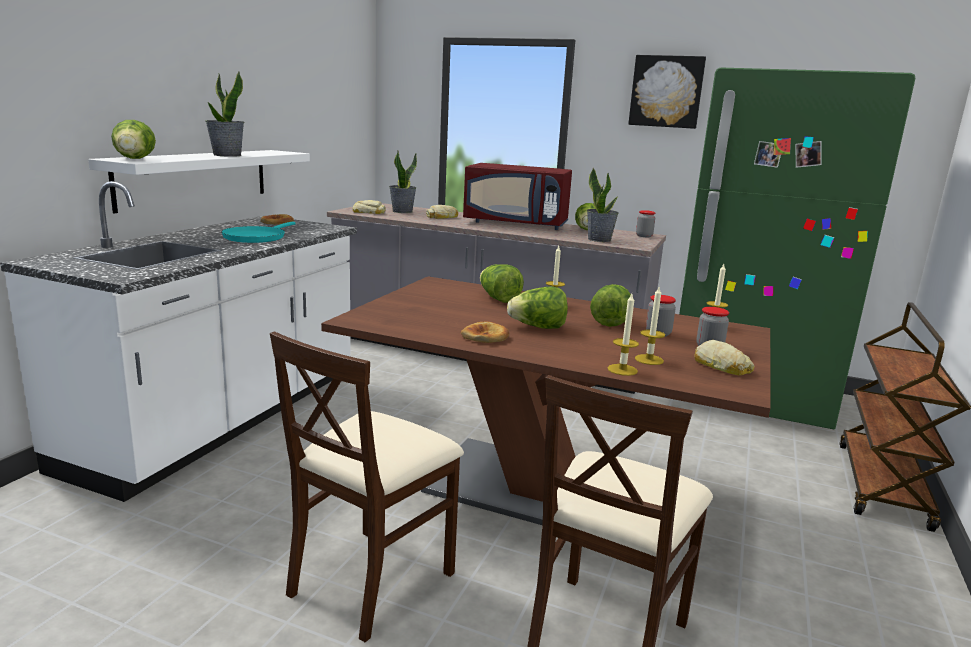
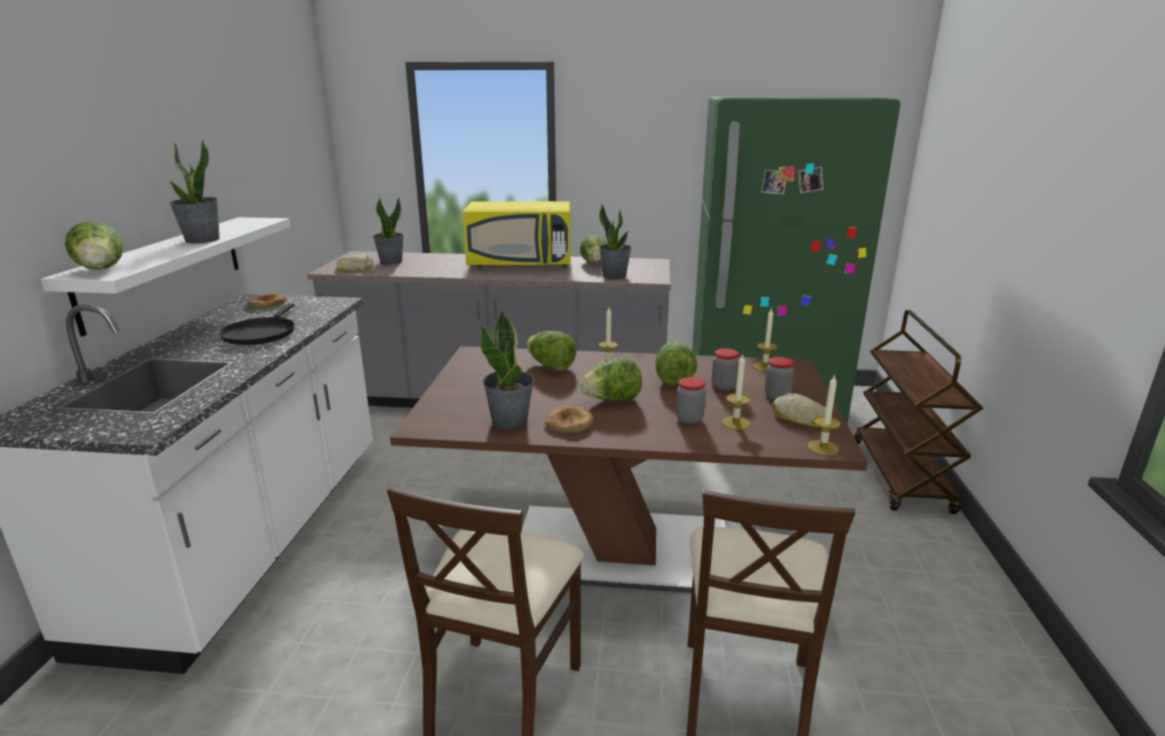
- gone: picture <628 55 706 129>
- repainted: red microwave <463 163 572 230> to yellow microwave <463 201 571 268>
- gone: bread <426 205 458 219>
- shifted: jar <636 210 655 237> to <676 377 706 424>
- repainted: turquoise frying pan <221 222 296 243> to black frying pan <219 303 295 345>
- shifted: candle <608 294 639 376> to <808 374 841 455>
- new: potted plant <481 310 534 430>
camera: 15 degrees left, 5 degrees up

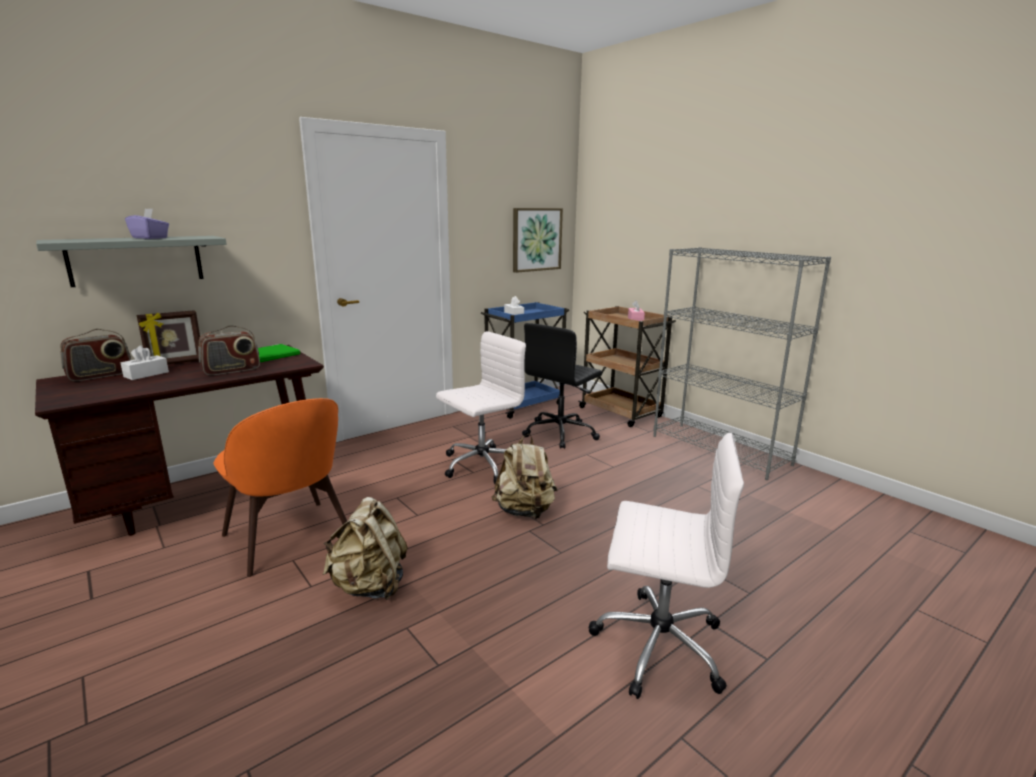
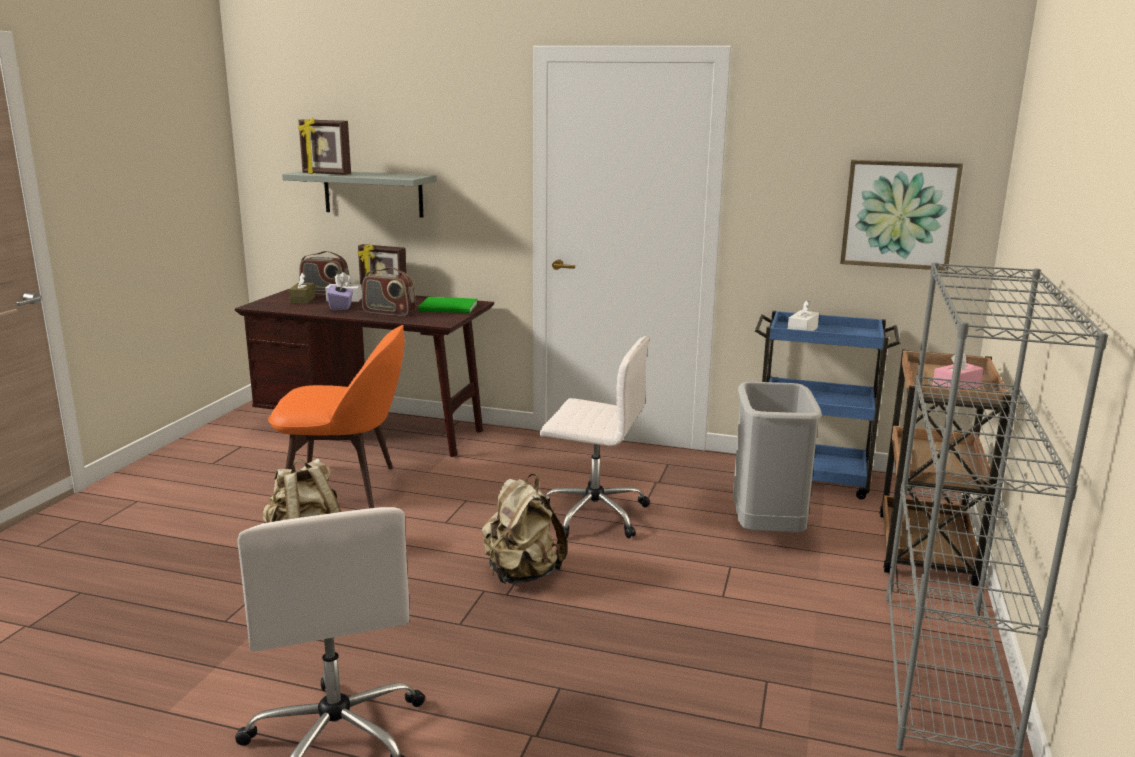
- shifted: purple tissue box <125 209 169 239> to <327 280 353 310>
- swapped: black office chair <522 323 602 449> to grey trash can <733 382 822 532>
- rotated: orange chair <213 398 347 577> = <268 325 405 508> 105 degrees counterclockwise
- new: picture frame <298 118 351 175>
- new: brown tissue box <289 273 316 304>
camera: 55 degrees right, 0 degrees up

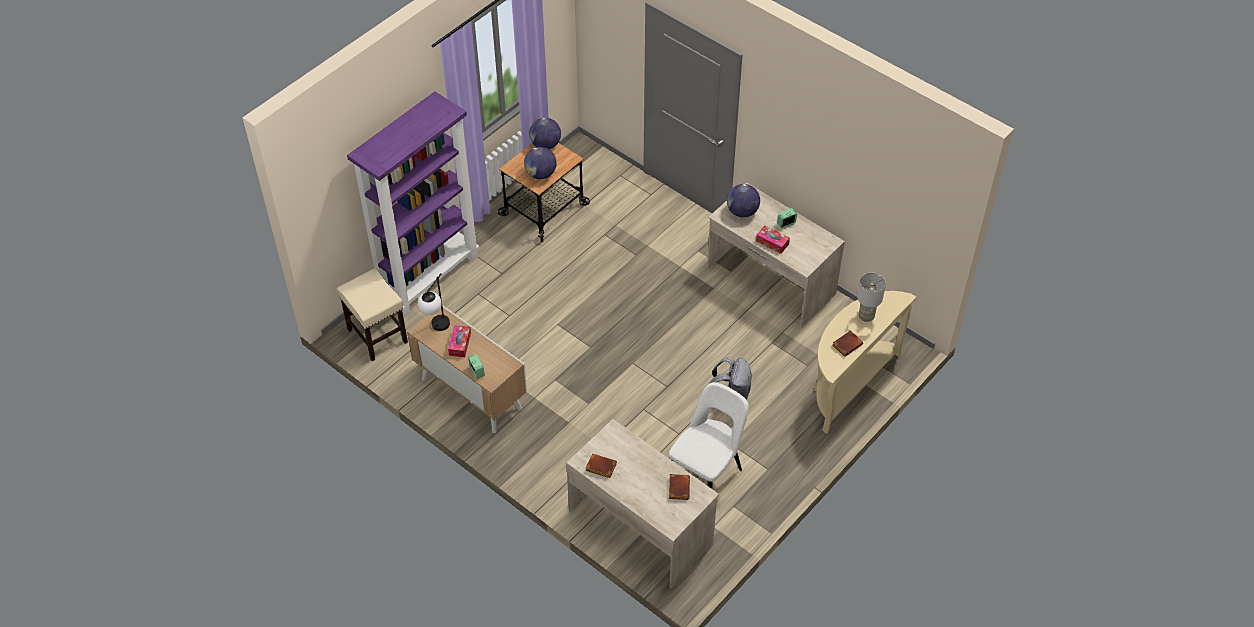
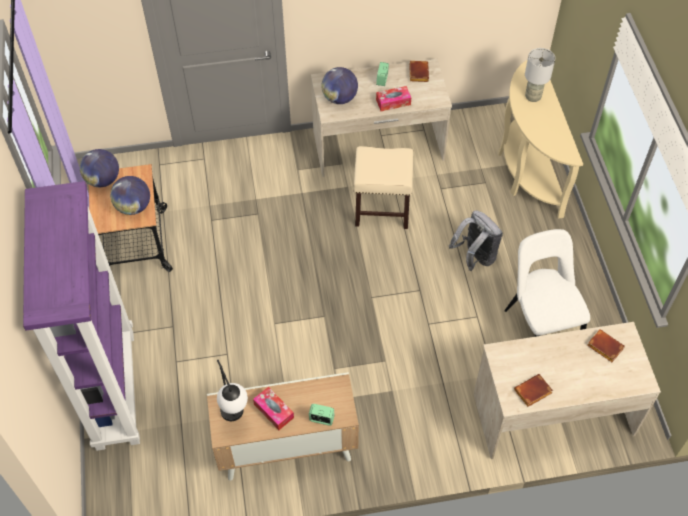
- shifted: beige stool <337 268 408 361> to <354 146 413 229>
- shifted: brown book <832 330 863 357> to <409 61 429 82>
camera: 50 degrees left, 5 degrees up

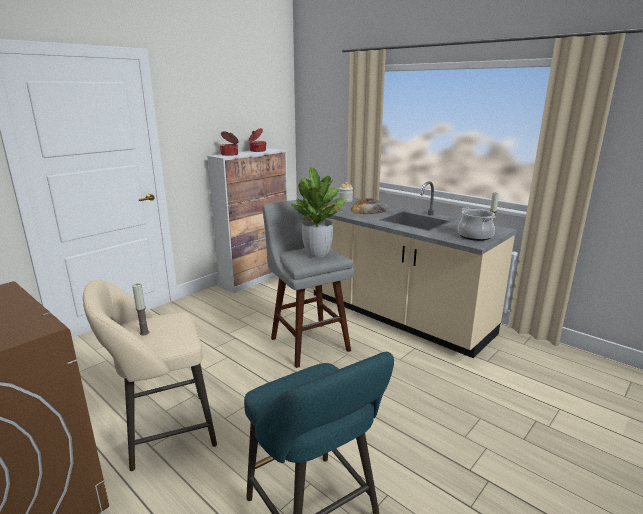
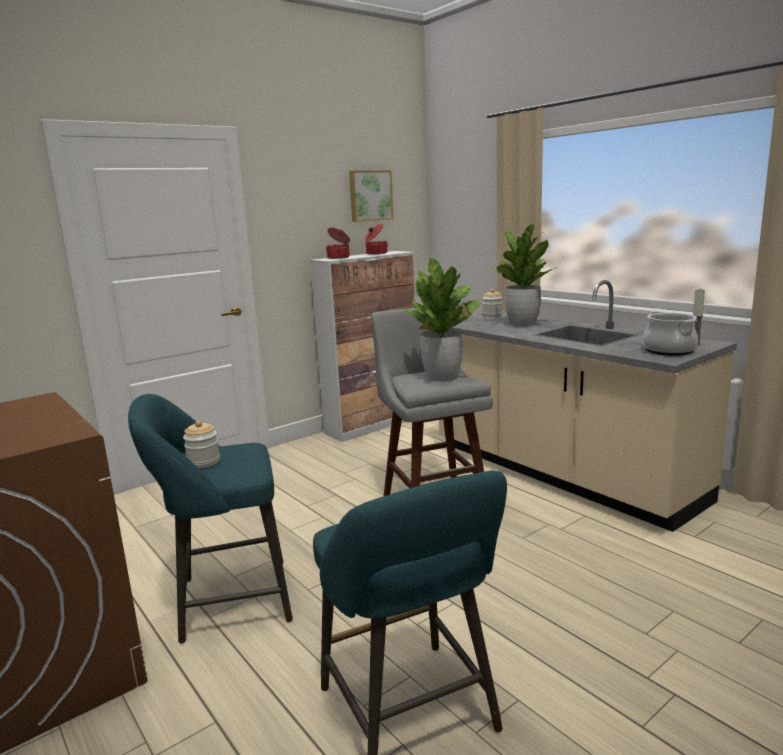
- swapped: bread <351 198 387 214> to potted plant <492 223 558 326>
- repainted: beige stool <83 280 217 471> to turquoise stool <128 394 293 644>
- swapped: candle <132 283 149 336> to jar <183 421 220 468>
- new: picture <349 170 394 222>
camera: 10 degrees right, 5 degrees down

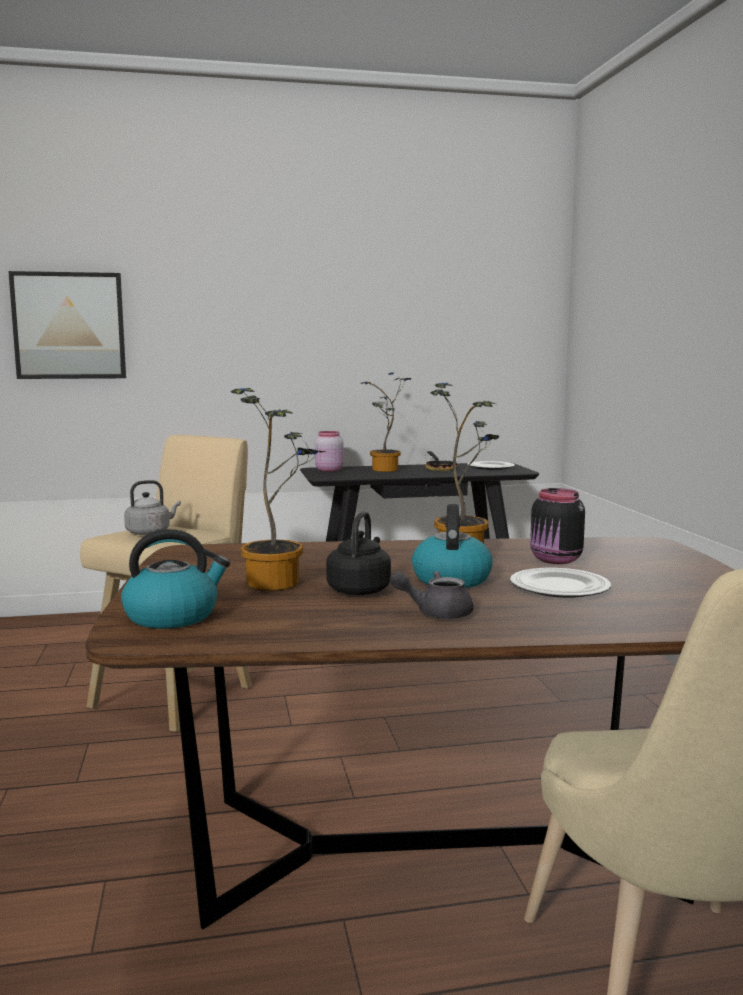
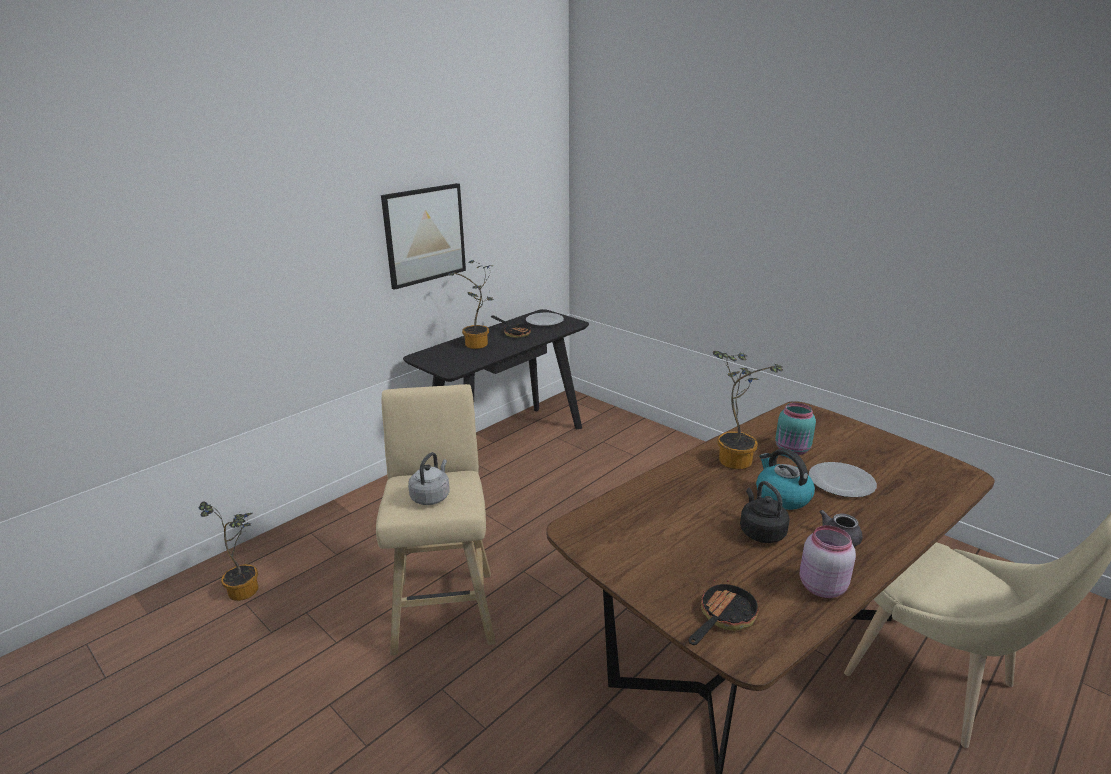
- shifted: picture <8 271 126 379> to <381 183 466 290>
- shifted: potted plant <231 388 326 591> to <198 501 259 601>
- shifted: pink jar <315 431 344 472> to <800 525 856 598>
- repainted: black jar <530 488 585 564> to turquoise jar <775 403 816 455>
- swapped: kettle <121 529 230 629> to frying pan <688 574 759 645>
camera: 35 degrees left, 15 degrees up

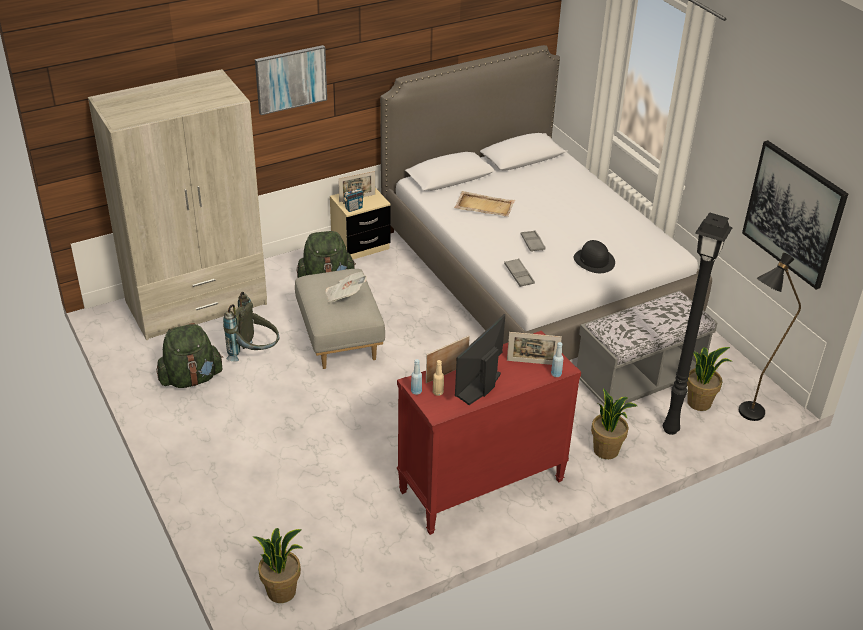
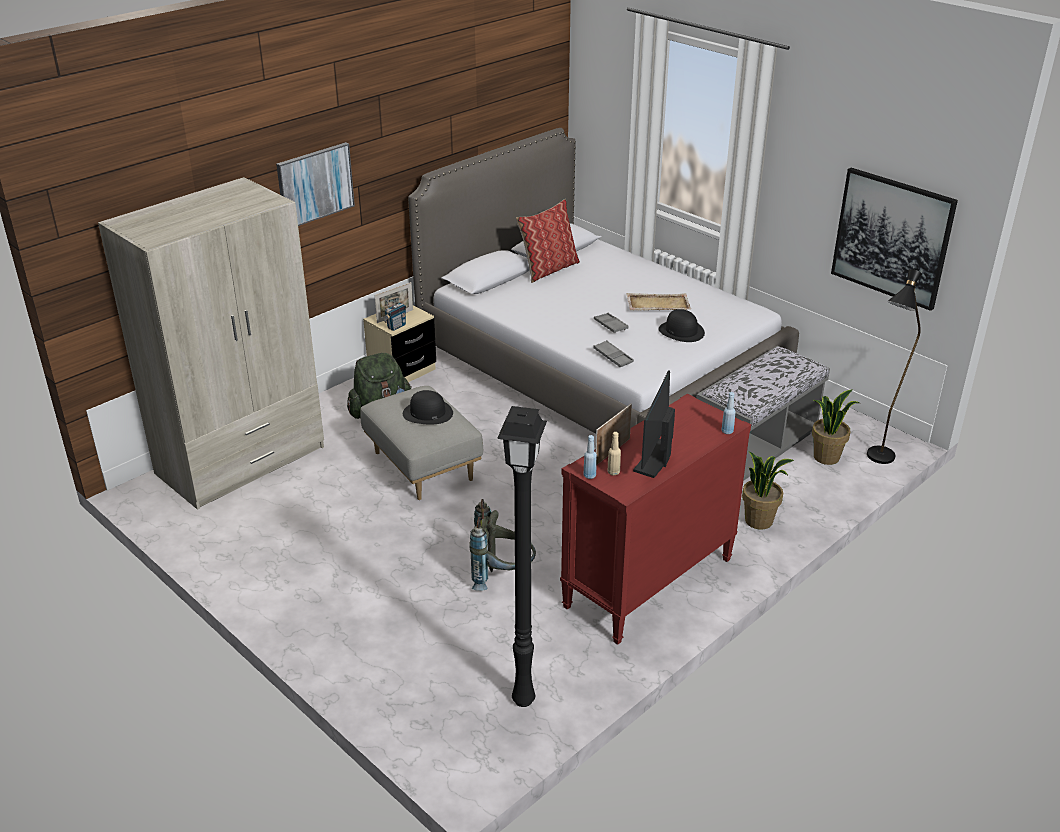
- shifted: beige tray <454 191 515 217> to <626 293 691 310>
- shifted: black floor lamp <663 212 733 435> to <497 406 547 707>
- swapped: newspaper <325 272 367 302> to black hat <403 390 453 425>
- shifted: grey backpack <223 292 279 361> to <469 499 536 591>
- gone: green backpack <156 323 223 388>
- gone: picture frame <507 332 562 365>
- gone: potted plant <253 528 304 603>
- new: pillow <516 199 580 283>
camera: 15 degrees left, 5 degrees down

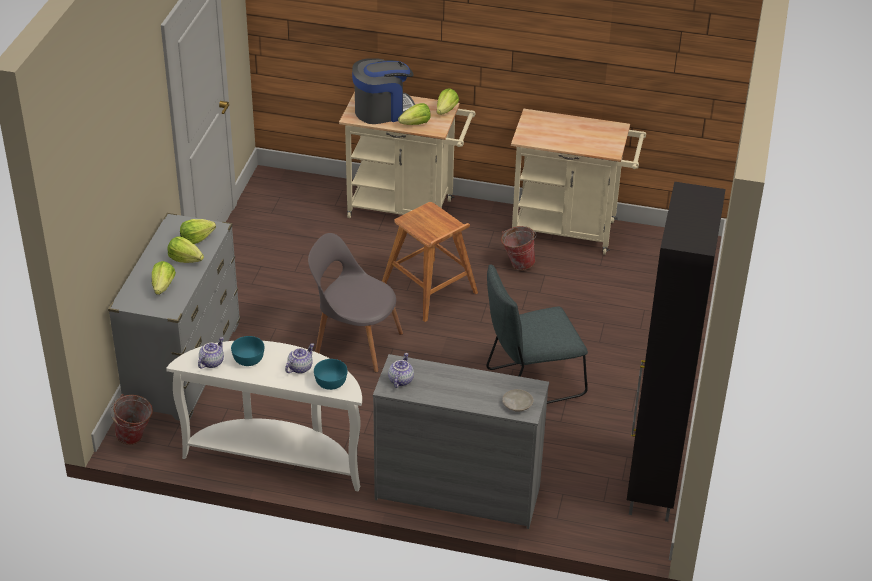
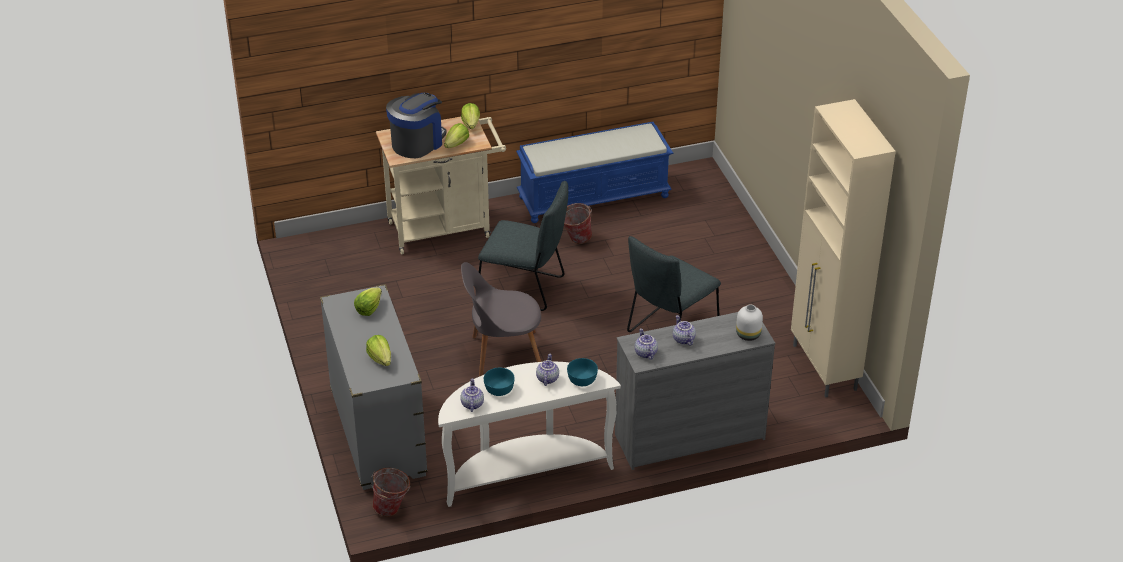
- swapped: beige cart <511 109 646 255> to blue bench <516 122 673 223>
- repainted: black cabinet <627 182 726 522> to beige cabinet <791 99 896 398>
- swapped: brown stool <382 202 478 322> to grey chair <478 181 568 311>
- gone: lettuce <167 236 204 263>
- swapped: beige plate <502 389 533 412> to white vase <736 304 763 341>
- new: teapot <673 315 696 346>
camera: 30 degrees left, 0 degrees up

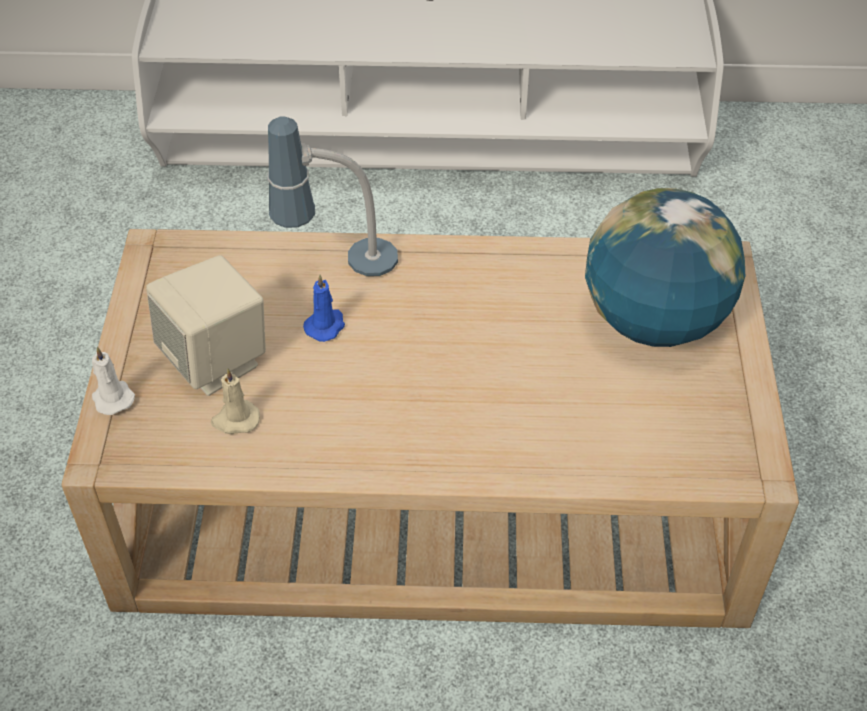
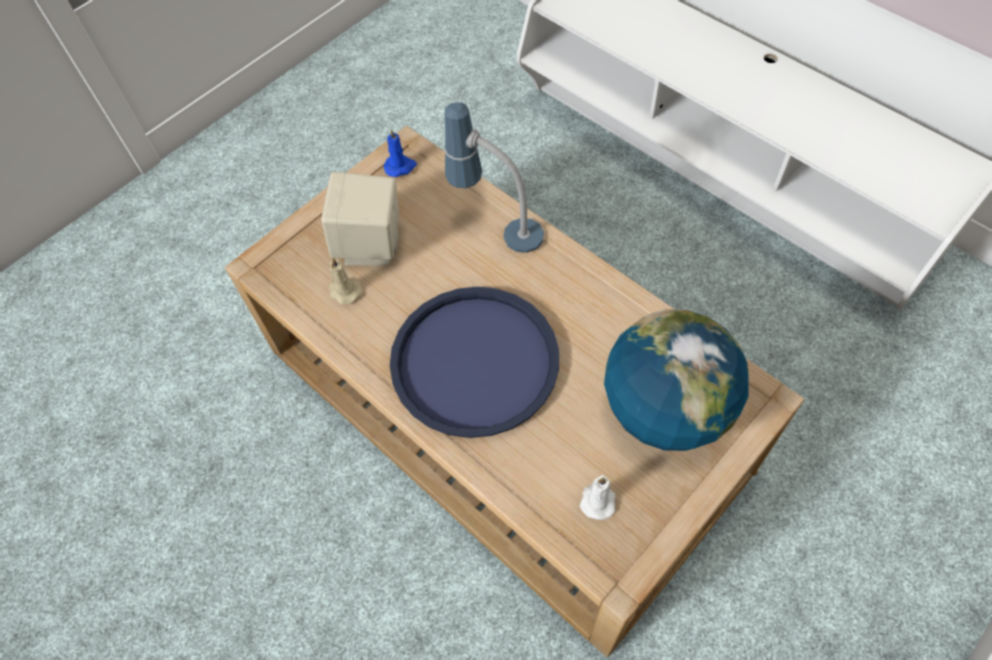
- shifted: blue candle <303 275 345 342> to <383 129 417 177>
- shifted: white candle <92 347 135 415> to <580 475 615 520>
- new: blue tray <390 287 559 438>
camera: 45 degrees right, 10 degrees up

